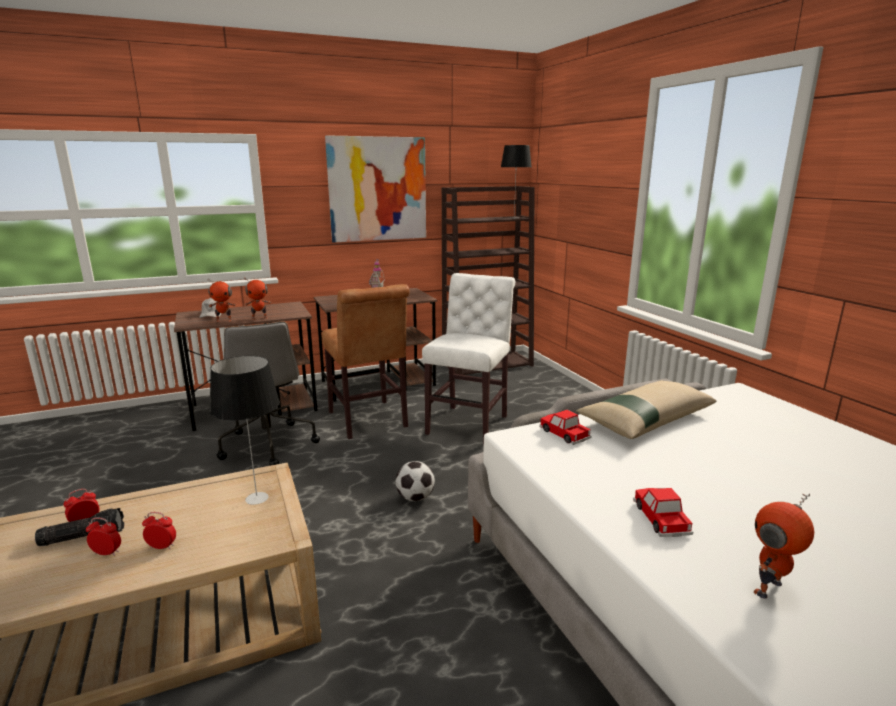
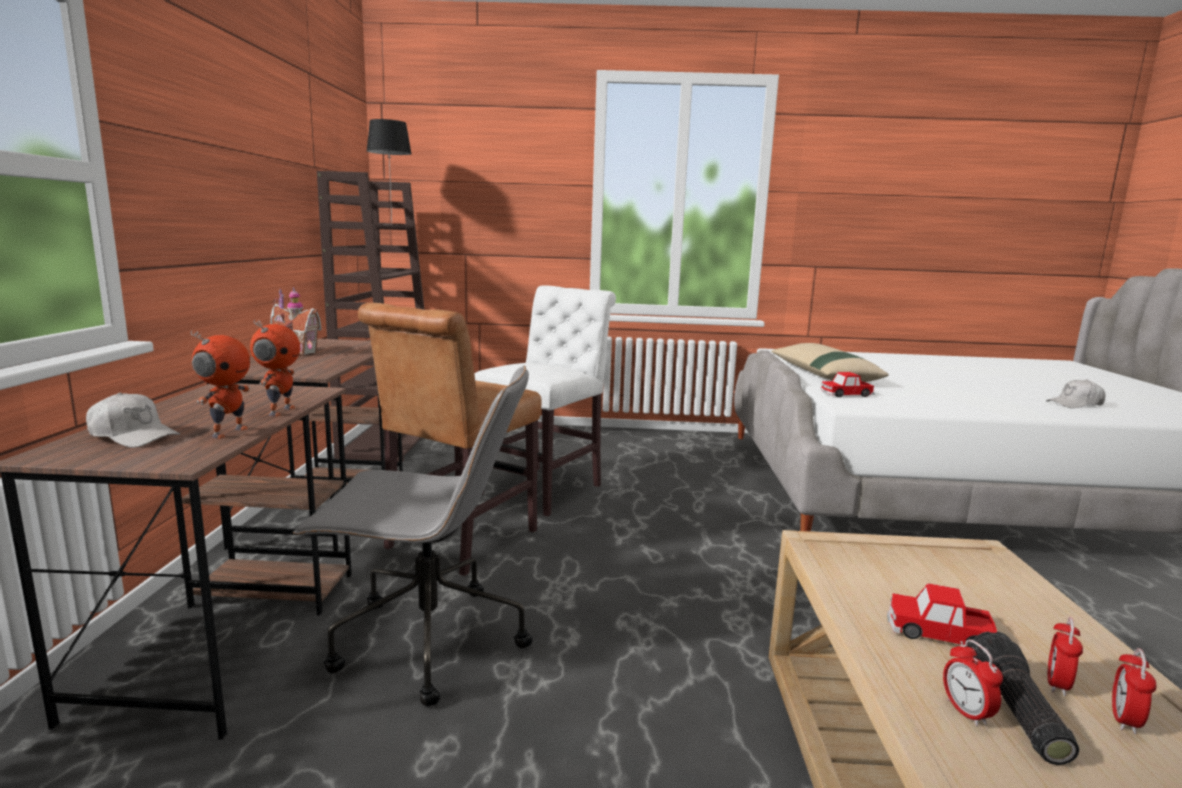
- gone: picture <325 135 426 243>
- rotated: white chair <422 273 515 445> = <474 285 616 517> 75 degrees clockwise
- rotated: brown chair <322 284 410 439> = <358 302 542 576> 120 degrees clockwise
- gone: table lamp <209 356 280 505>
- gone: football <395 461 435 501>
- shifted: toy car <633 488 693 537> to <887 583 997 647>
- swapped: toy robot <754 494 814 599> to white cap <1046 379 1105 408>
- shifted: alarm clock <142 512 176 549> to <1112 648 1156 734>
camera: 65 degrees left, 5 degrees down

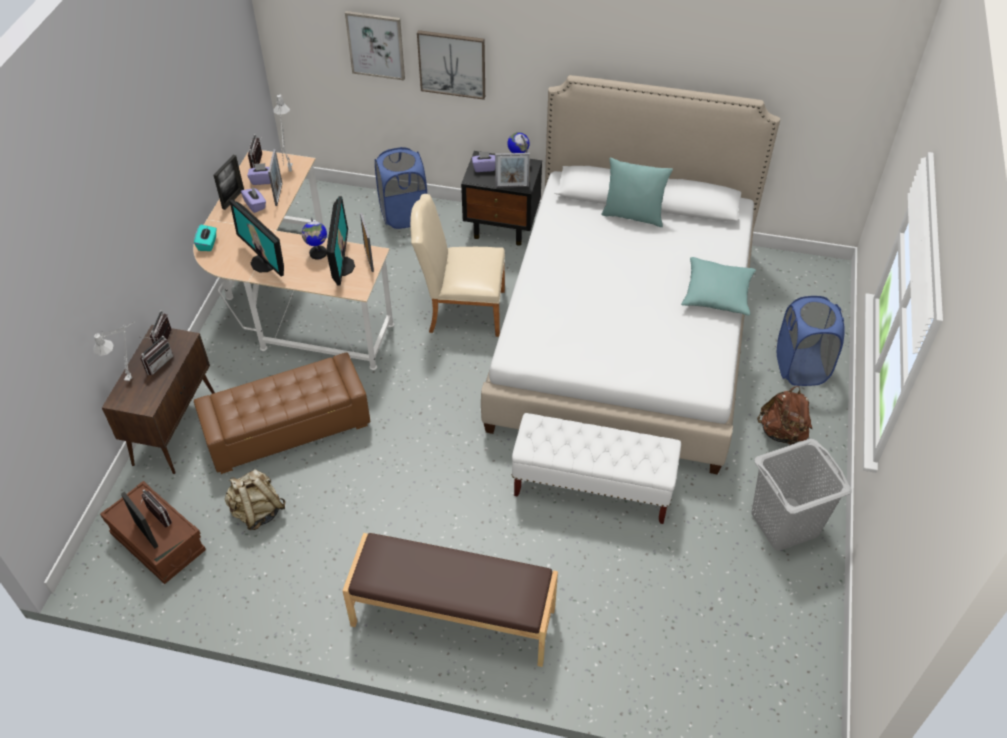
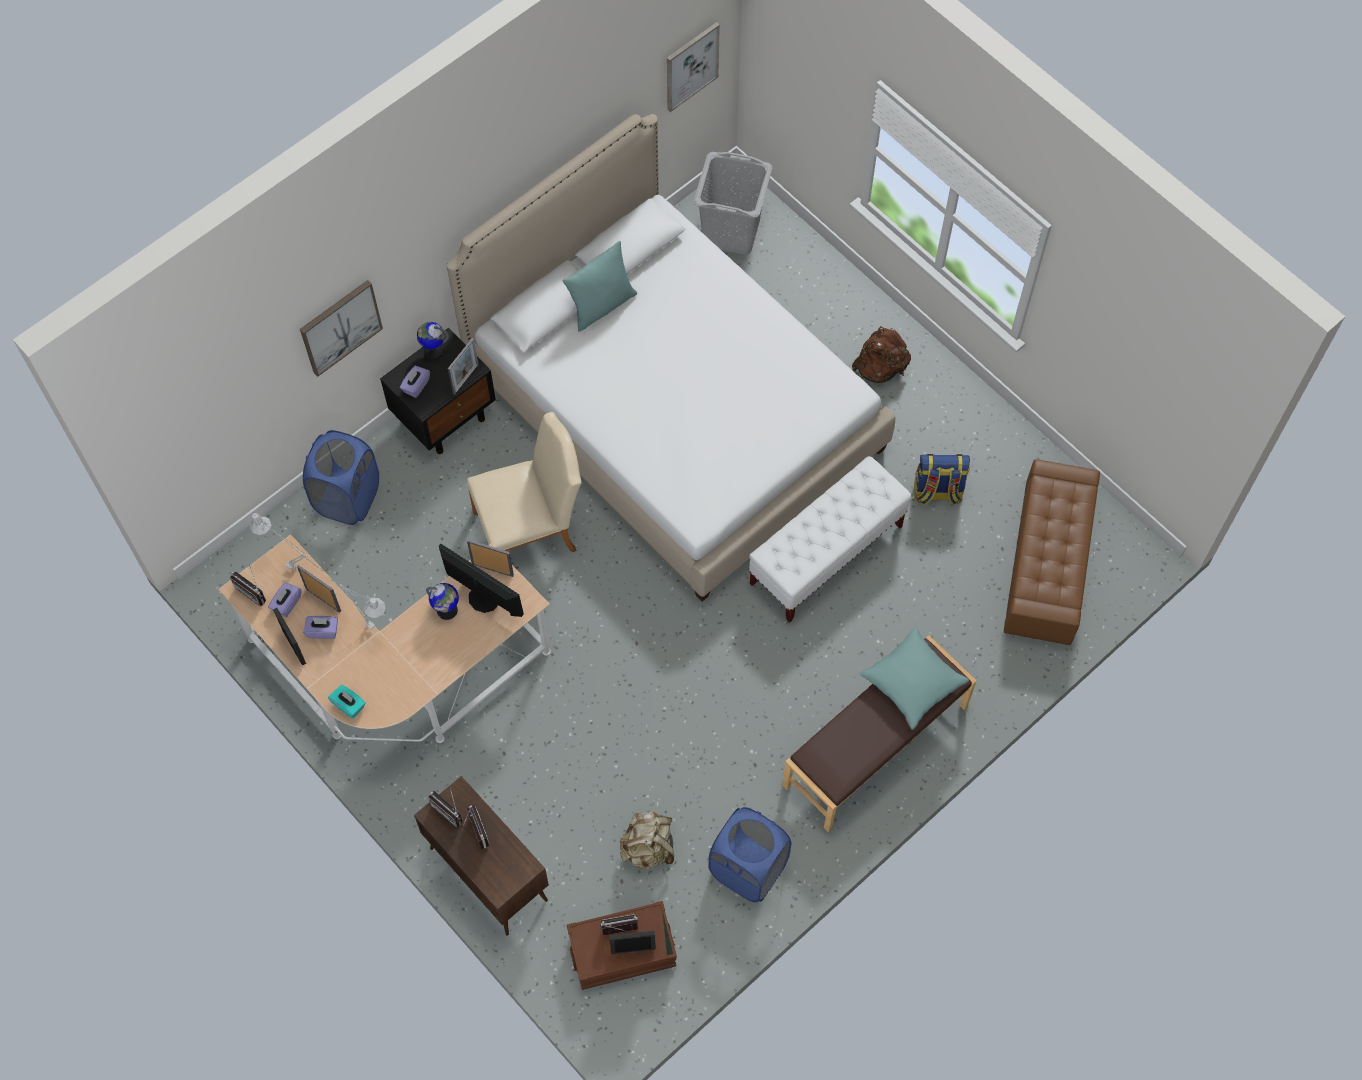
- shifted: picture <345 11 405 81> to <667 22 720 112>
- rotated: beige chair <410 194 505 337> = <467 412 581 552> 150 degrees counterclockwise
- gone: monitor <230 200 284 276>
- shifted: turquoise pillow <681 257 756 316> to <859 627 969 730>
- shifted: blue laundry basket <777 296 845 386> to <708 807 792 902>
- shifted: grey table lamp <93 322 135 381> to <330 579 386 629>
- shifted: brown ottoman <194 352 370 474> to <1004 459 1100 645>
- shifted: grey laundry basket <752 439 852 550> to <694 152 772 255>
- new: backpack <914 454 970 505>
camera: 55 degrees left, 15 degrees up

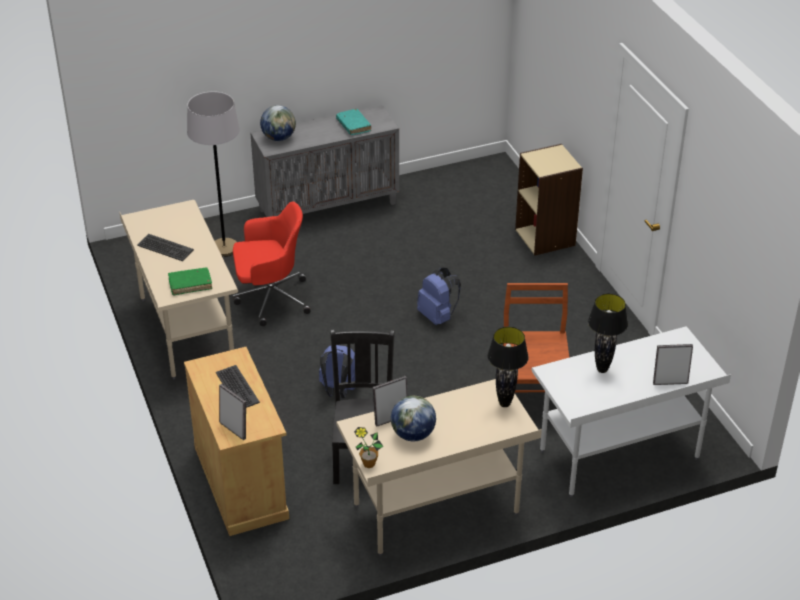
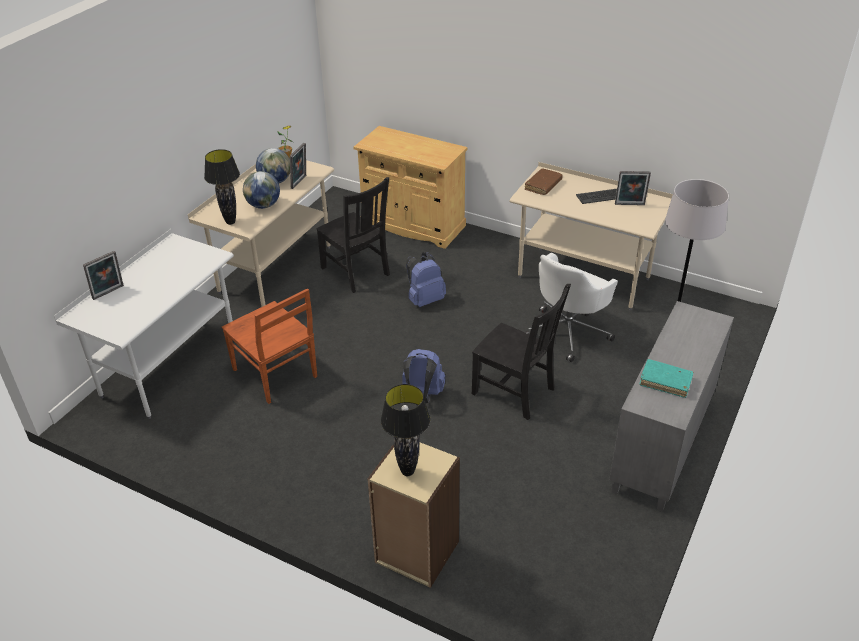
- shifted: globe <260 105 296 141> to <243 171 280 209>
- repainted: red office chair <233 202 311 326> to white office chair <525 253 618 362>
- repainted: green book <168 267 212 295> to brown book <525 168 563 195>
- shifted: black table lamp <588 293 628 373> to <381 384 430 476>
- gone: keyboard <216 365 260 408>
- shifted: picture frame <219 384 246 440> to <615 171 651 205>
- new: black chair <472 284 571 420>
camera: 140 degrees right, 0 degrees up

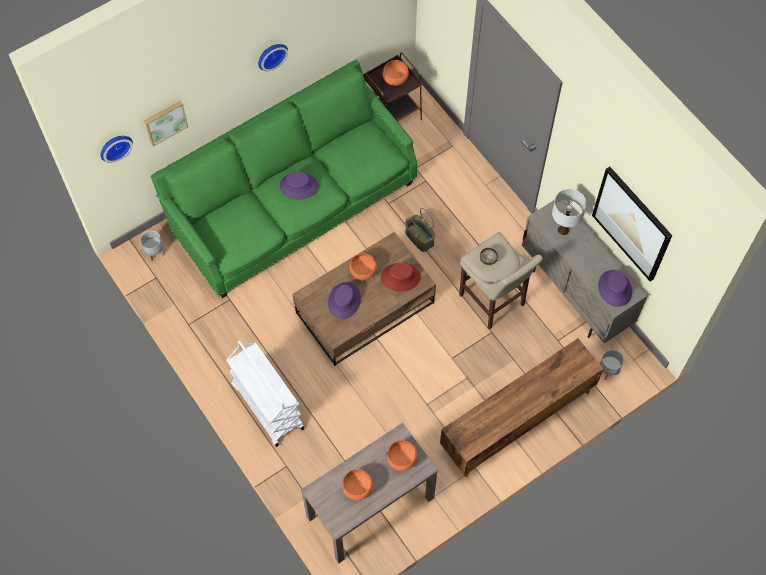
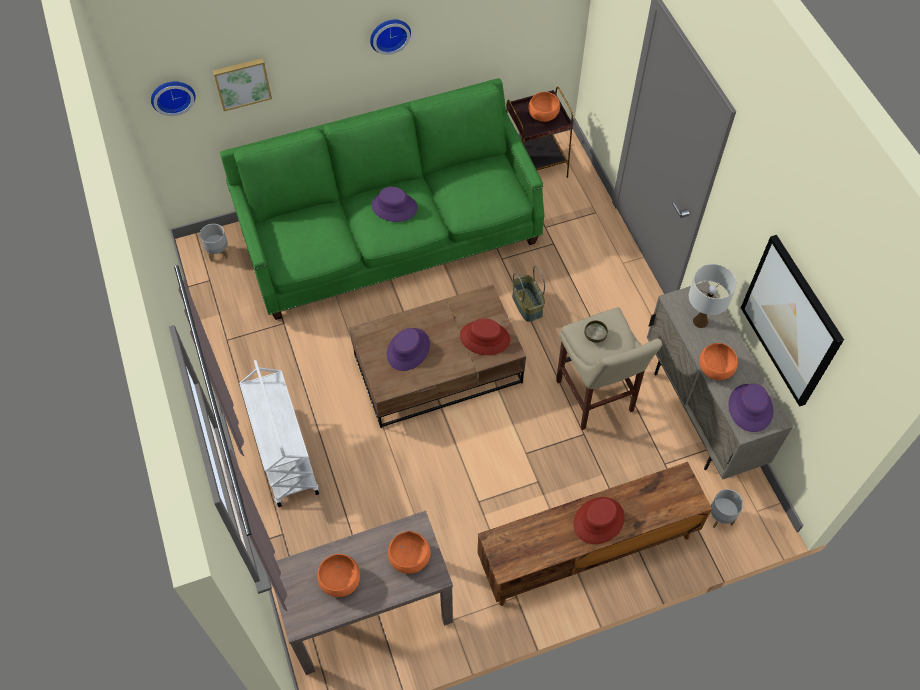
- shifted: orange bowl <349 253 377 281> to <699 343 738 380>
- new: red hat <574 497 625 544>
camera: 15 degrees right, 5 degrees down

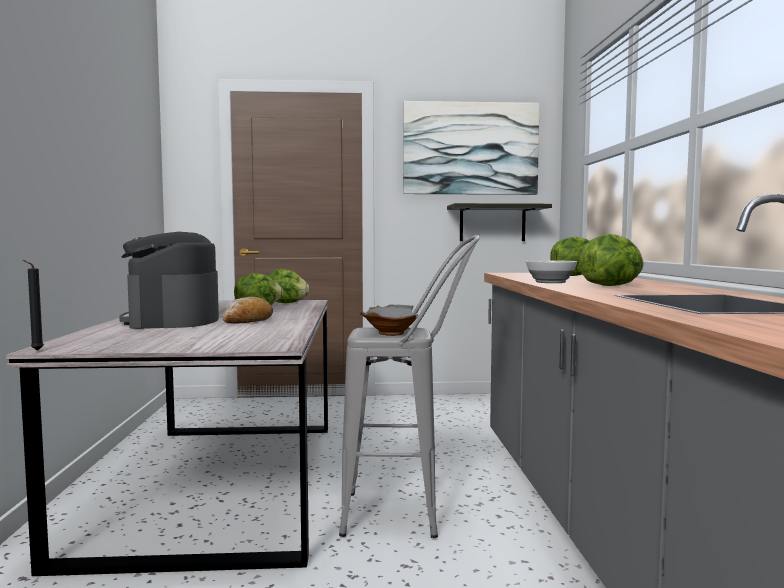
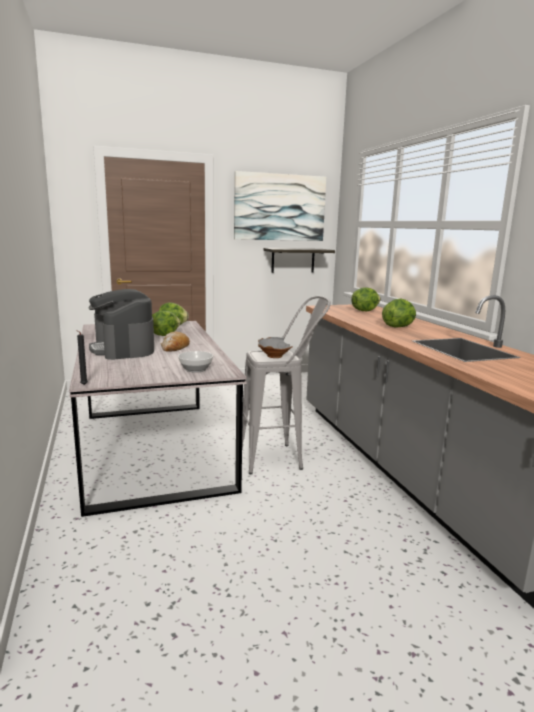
- shifted: bowl <525 260 577 283> to <178 351 213 373>
camera: 15 degrees left, 10 degrees up

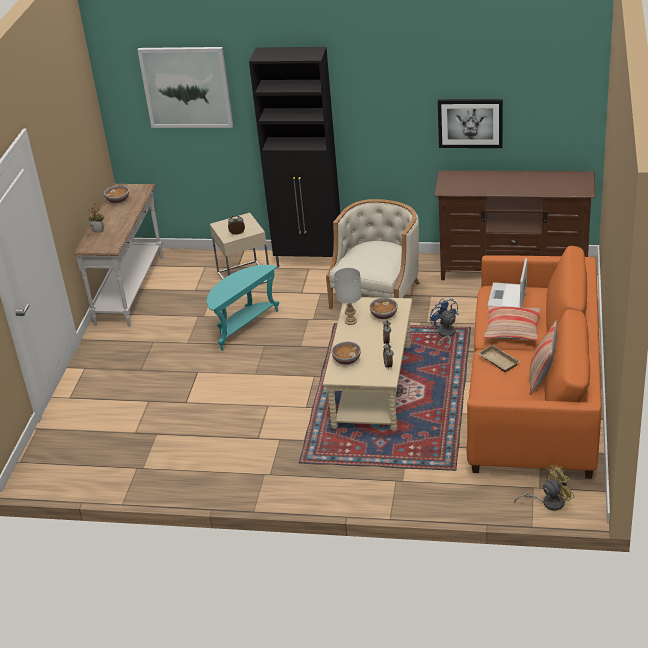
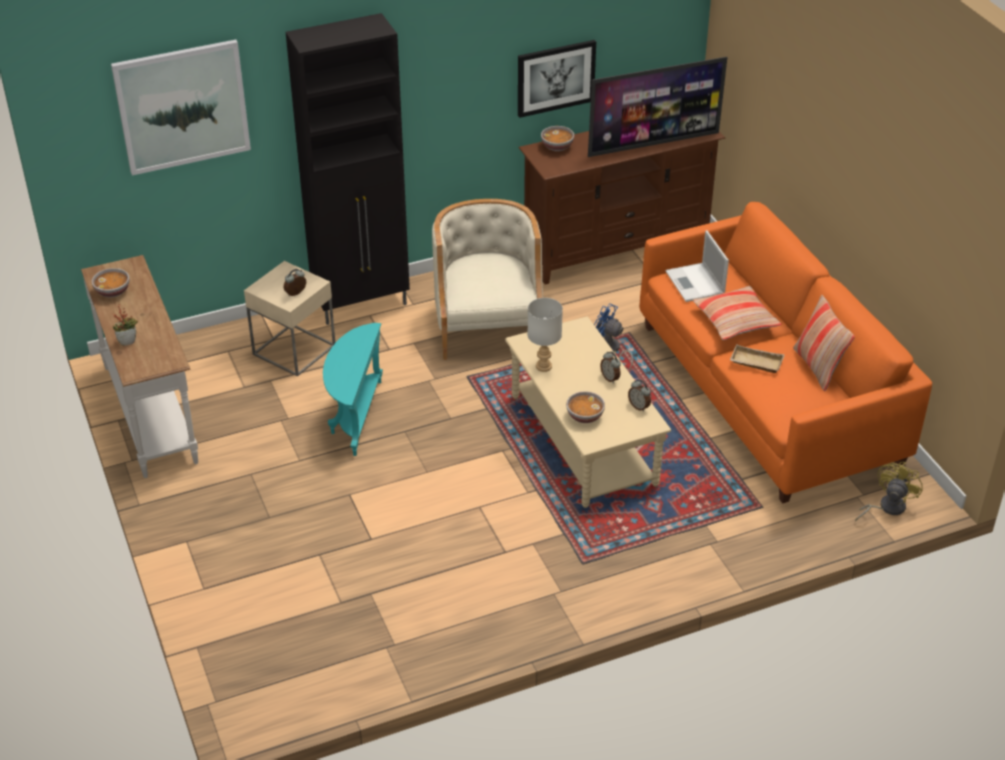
- shifted: bowl <369 298 398 320> to <541 126 574 151>
- new: television <588 57 727 157>
camera: 35 degrees left, 5 degrees up

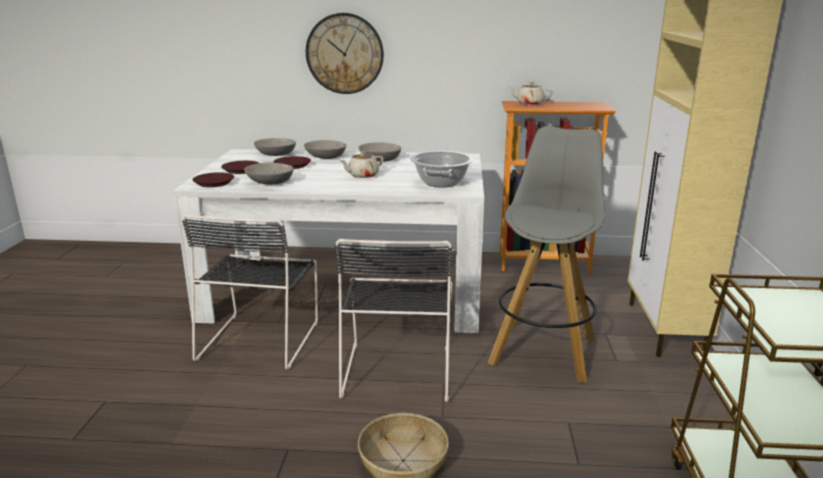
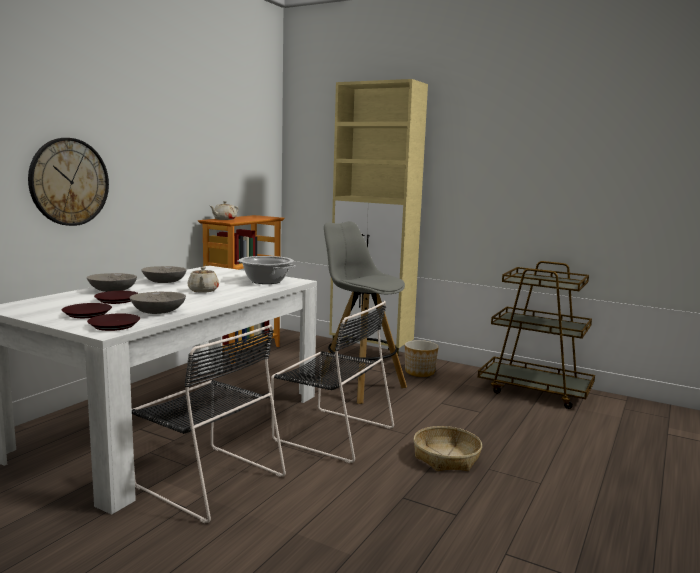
- gone: grey bowl <254 138 296 156>
- new: planter <405 340 439 377>
camera: 65 degrees left, 10 degrees down

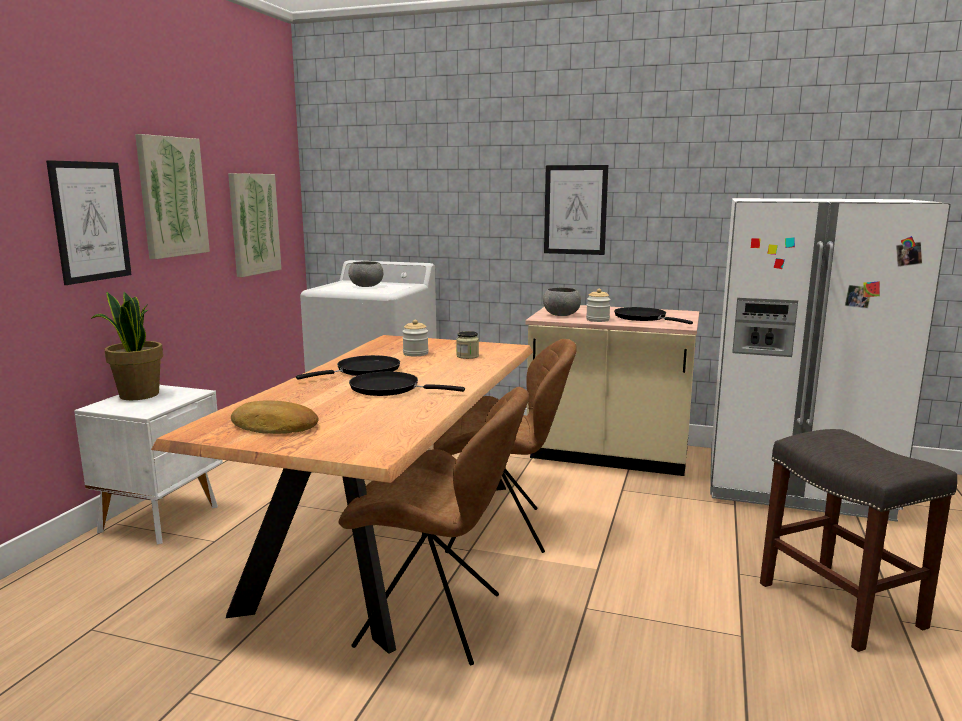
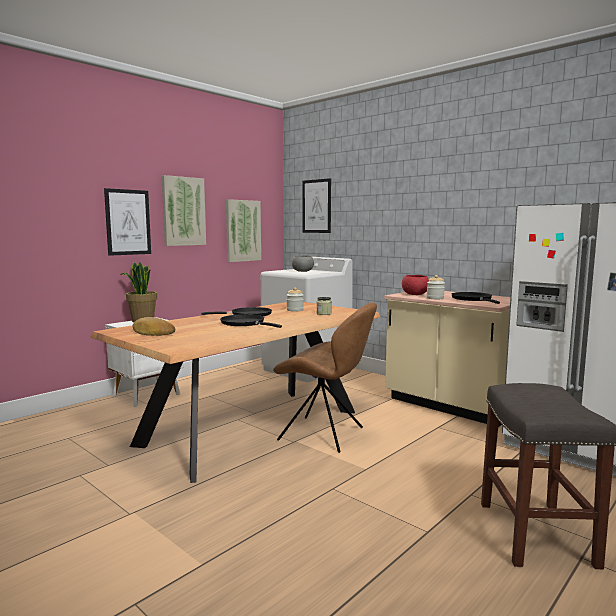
- shifted: picture <544 165 608 255> to <302 178 331 233>
- repainted: grey bowl <543 287 581 316> to red bowl <402 275 429 295>
- gone: brown chair <339 387 529 666>
camera: 25 degrees right, 5 degrees down

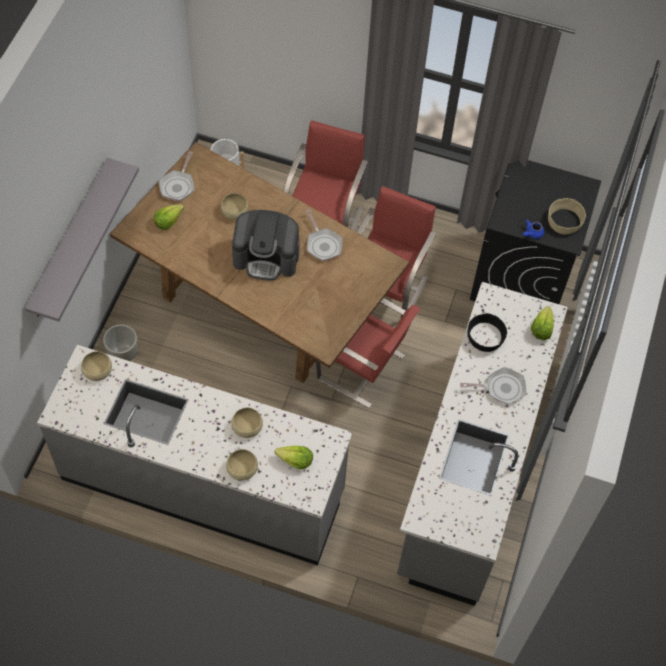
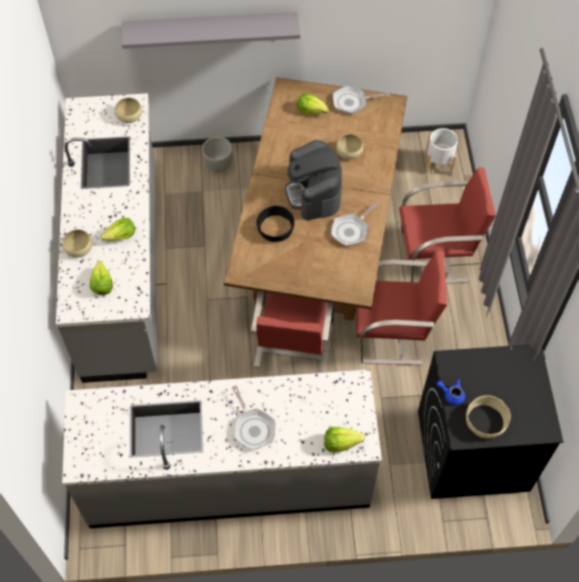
- shifted: black bowl <468 313 507 352> to <257 206 294 242>
- swapped: beige bowl <231 408 263 438> to lettuce <100 218 135 241>
camera: 70 degrees right, 0 degrees up

